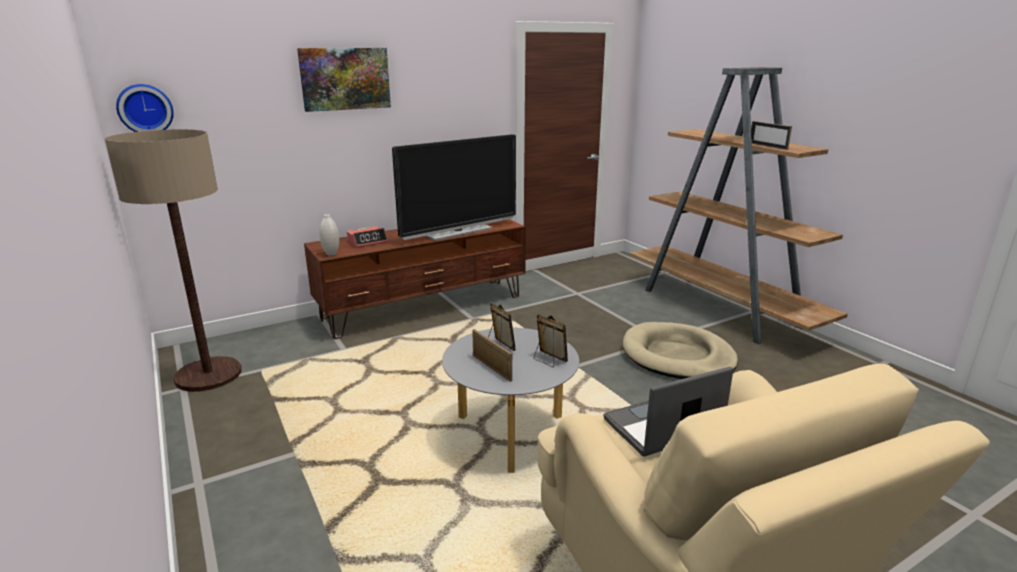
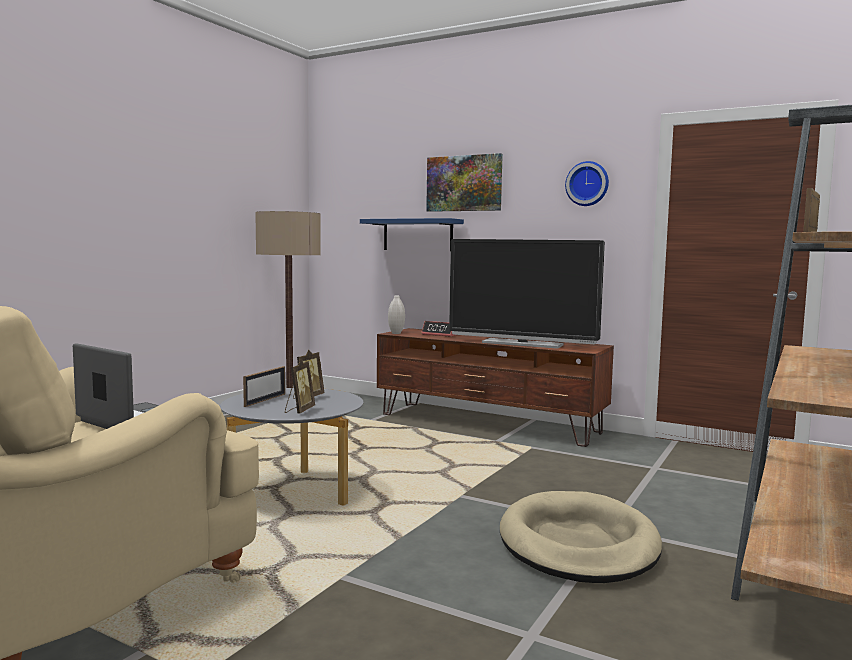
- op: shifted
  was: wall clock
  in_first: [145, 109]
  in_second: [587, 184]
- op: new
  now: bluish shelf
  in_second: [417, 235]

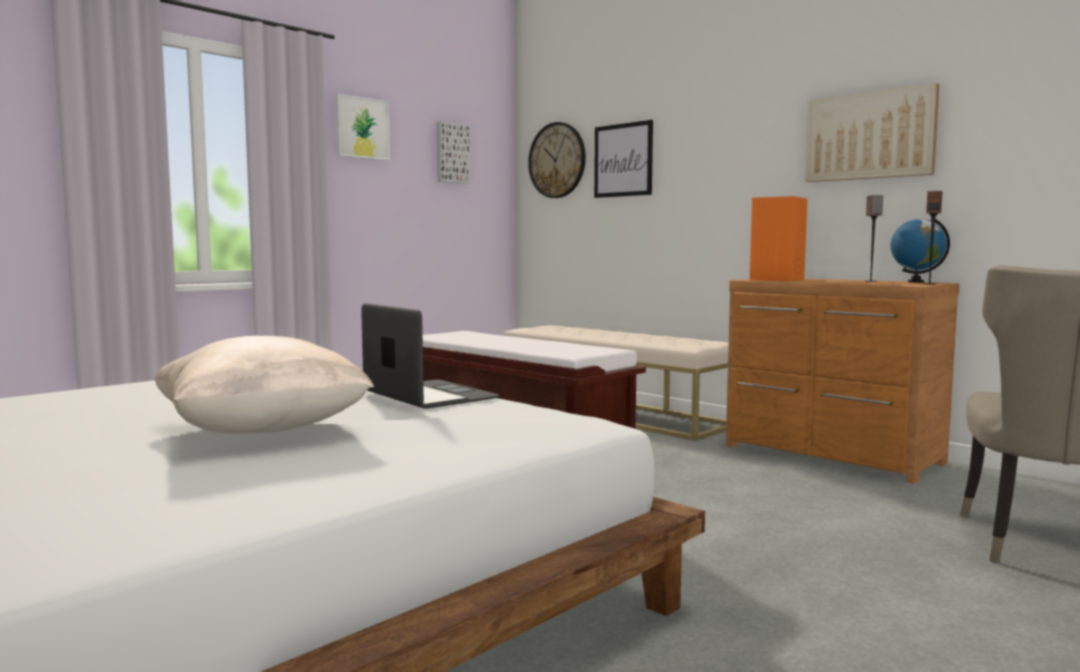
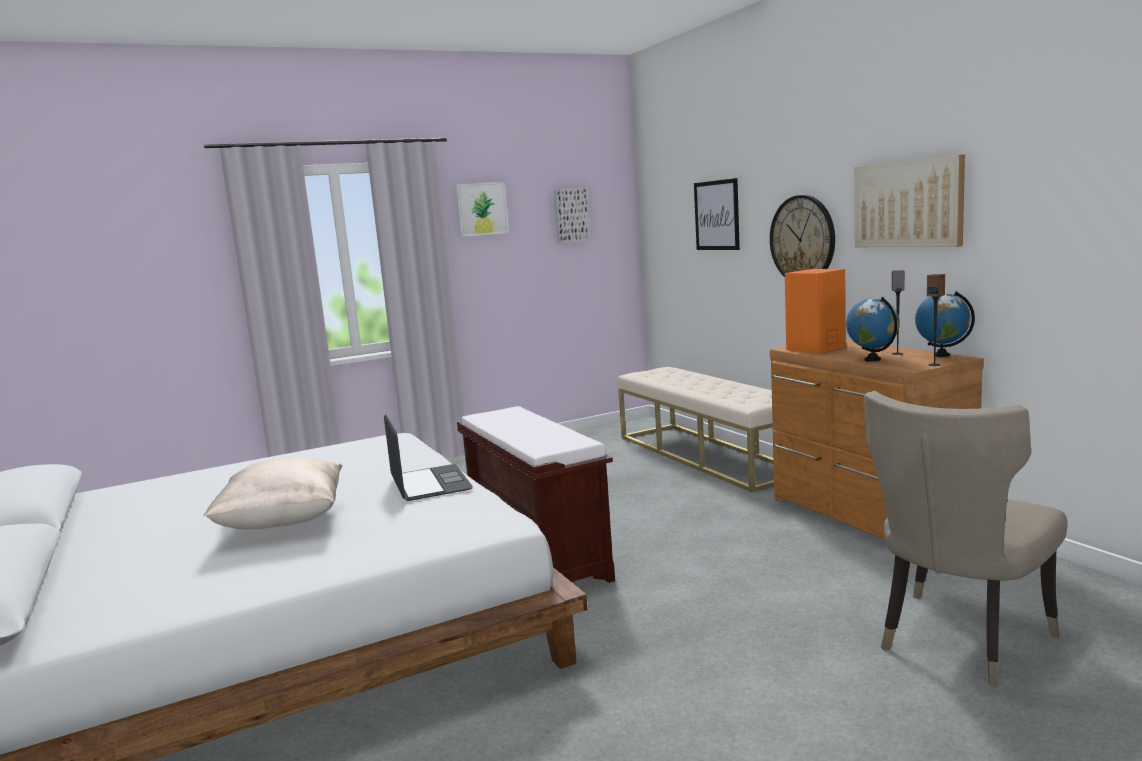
- op: shifted
  was: wall clock
  in_first: [557, 160]
  in_second: [802, 239]
- op: new
  now: desk globe
  in_second: [872, 360]

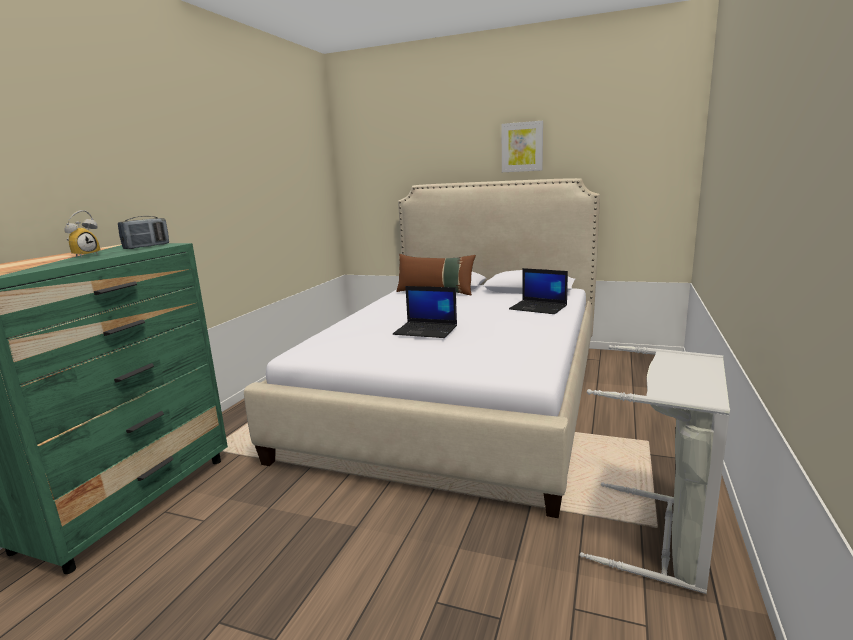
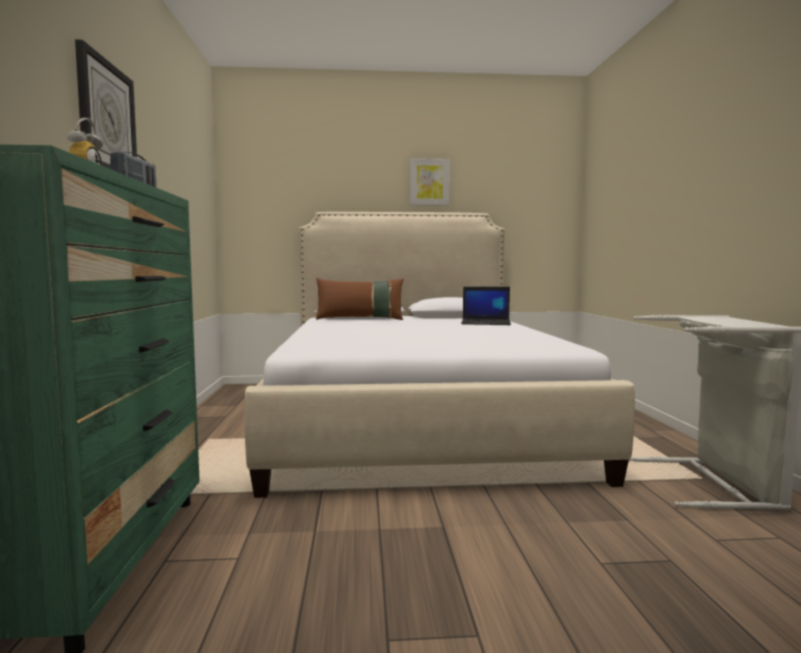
- op: gone
  was: notebook computer
  in_first: [426, 330]
- op: new
  now: wall clock
  in_second: [106, 118]

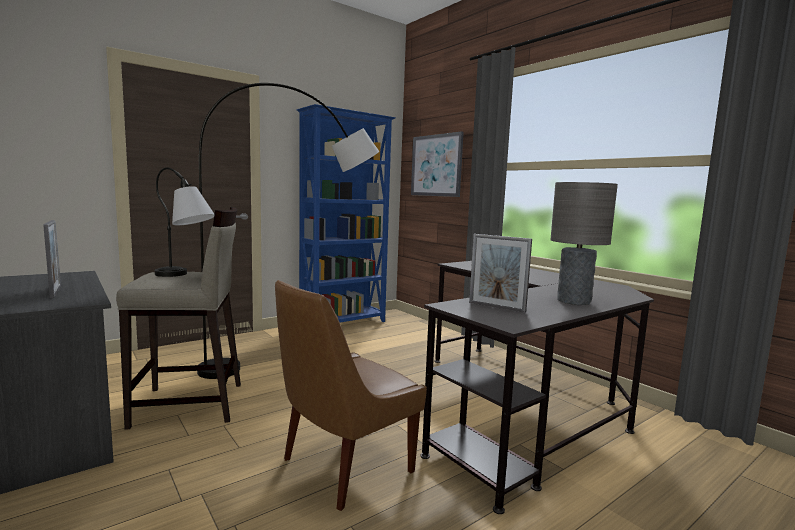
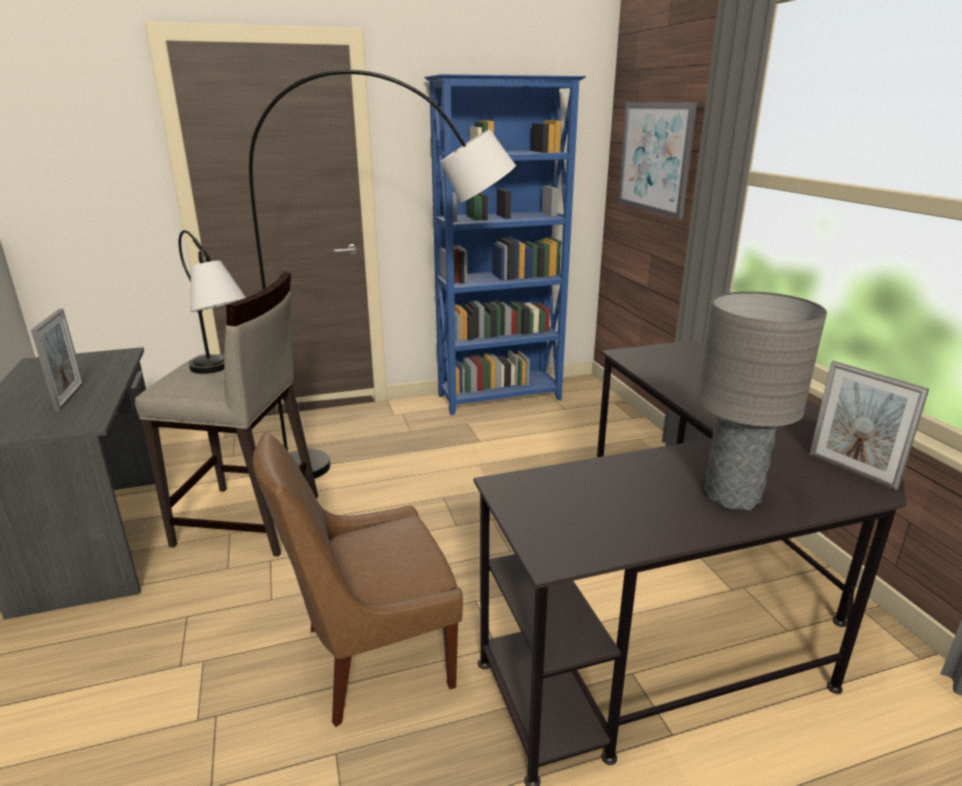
- op: shifted
  was: picture frame
  in_first: [496, 307]
  in_second: [851, 470]

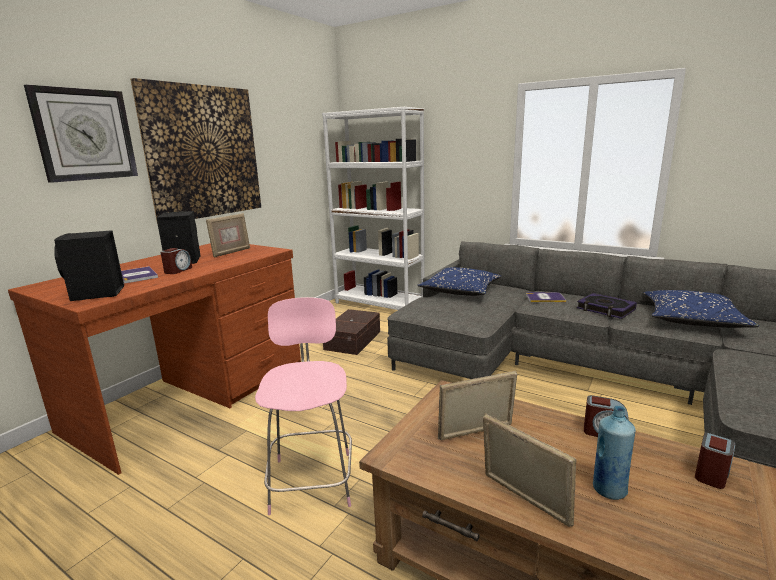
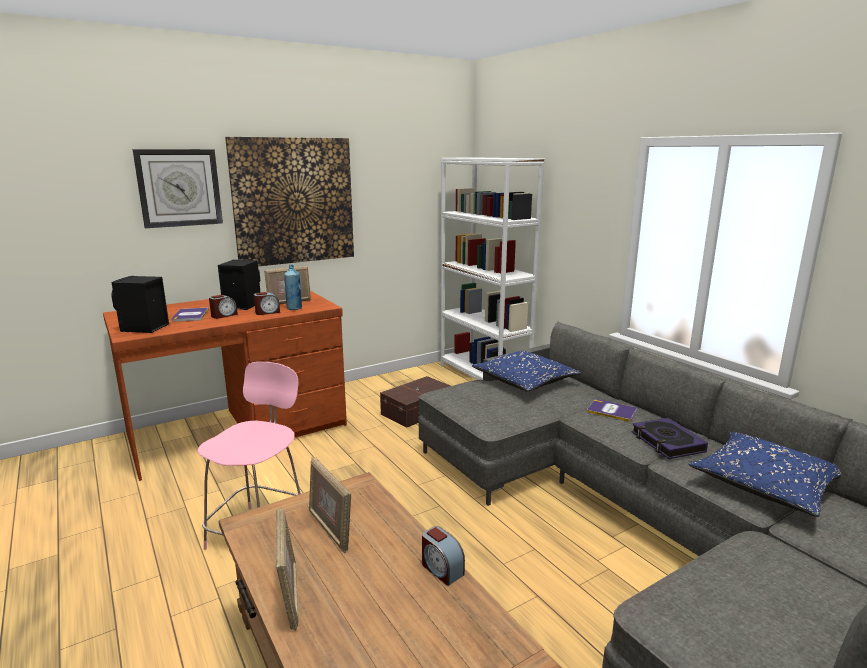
- op: rotated
  was: picture frame
  in_first: [476, 433]
  in_second: [330, 529]
  clockwise: -135
- op: shifted
  was: bluish bottle
  in_first: [608, 489]
  in_second: [294, 308]
- op: shifted
  was: table clock
  in_first: [711, 473]
  in_second: [267, 312]

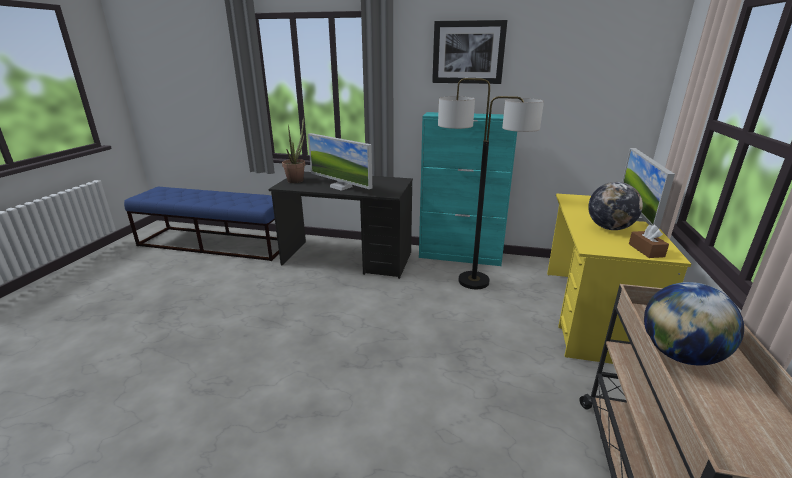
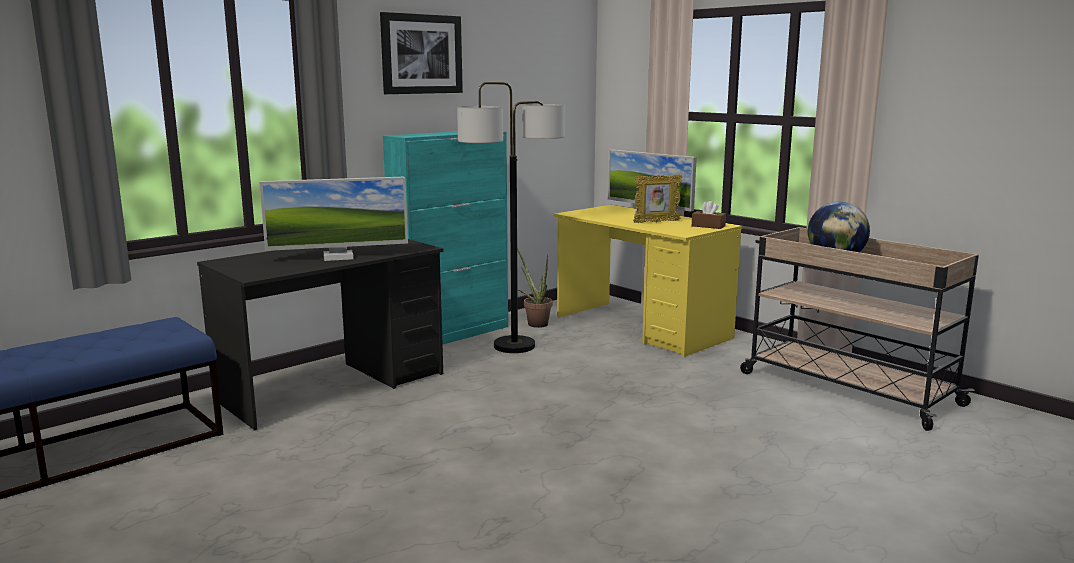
- op: shifted
  was: plant in a pot
  in_first: [297, 179]
  in_second: [535, 323]
- op: swapped
  was: desk globe
  now: picture frame
  in_first: [609, 228]
  in_second: [656, 222]

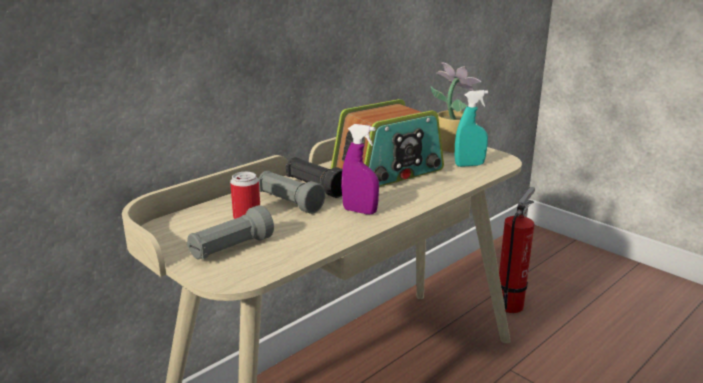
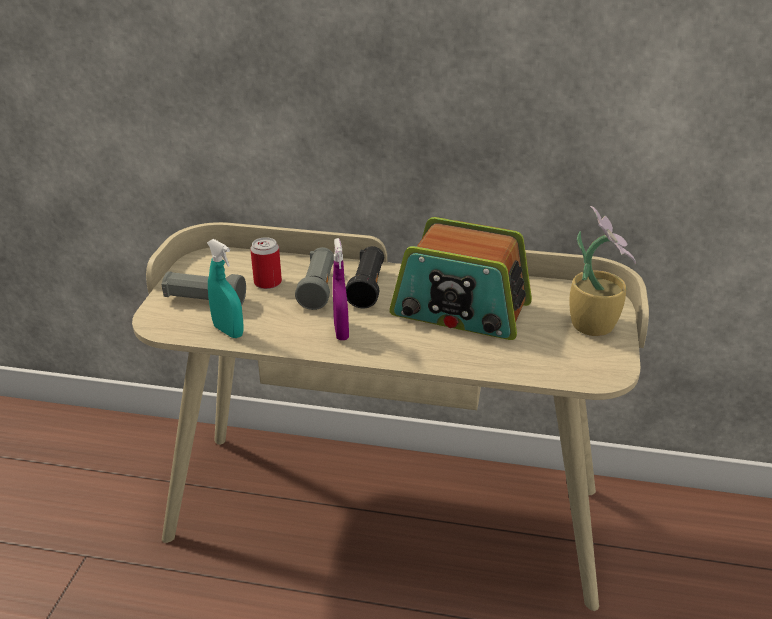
- op: shifted
  was: turquoise spray bottle
  in_first: [469, 165]
  in_second: [228, 331]
- op: gone
  was: fire extinguisher
  in_first: [511, 303]

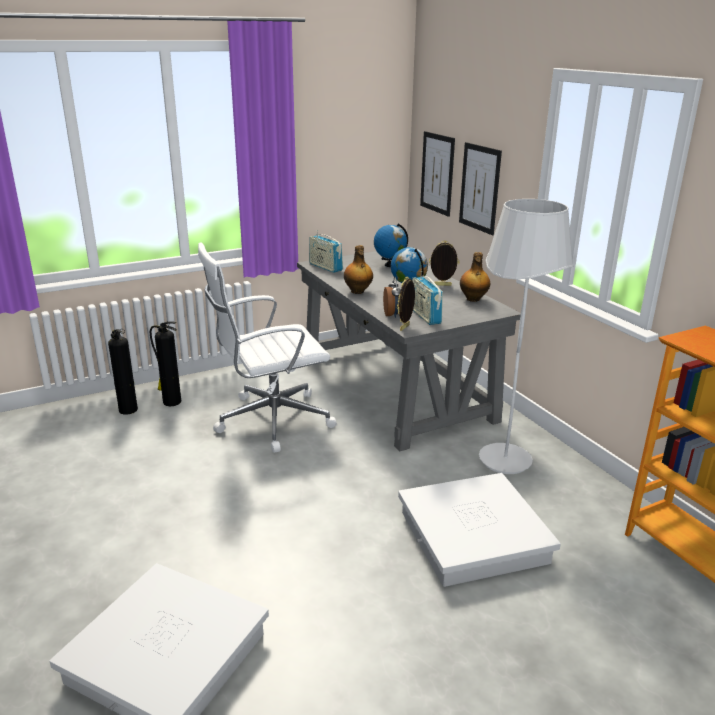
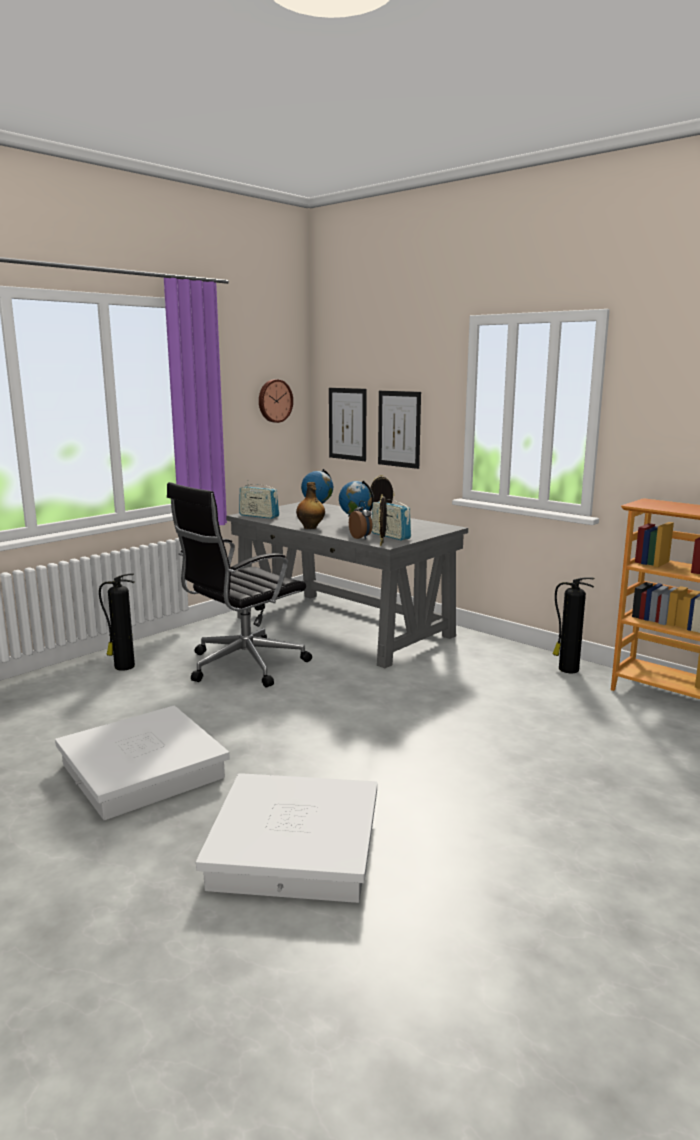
- op: gone
  was: whitish standard lamp
  in_first: [504, 461]
- op: repainted
  was: whitish computer chair
  now: black computer chair
  in_first: [270, 420]
  in_second: [242, 665]
- op: gone
  was: bottle
  in_first: [473, 299]
- op: shifted
  was: fire extinguisher
  in_first: [128, 409]
  in_second: [567, 669]
- op: shifted
  was: whitish storage box
  in_first: [473, 537]
  in_second: [143, 771]
- op: new
  now: wall clock
  in_second: [274, 401]

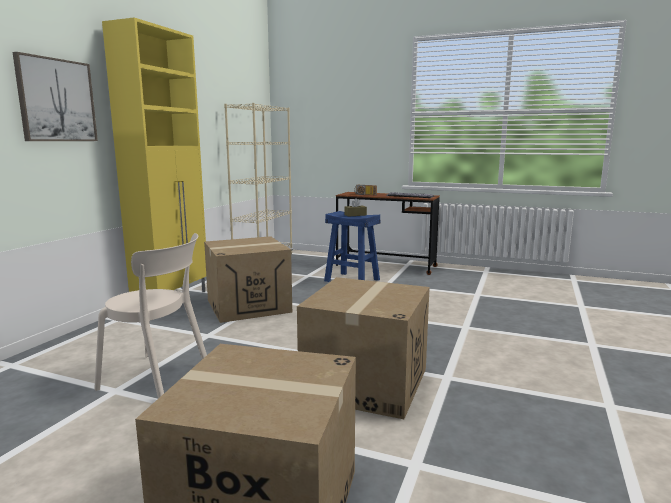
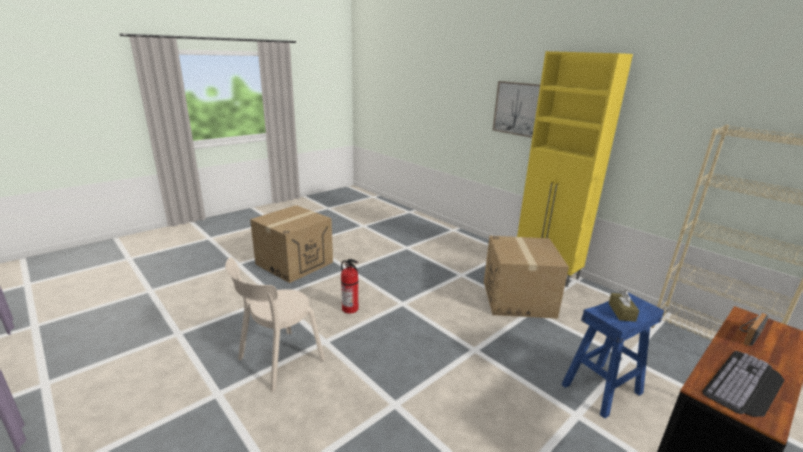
- op: shifted
  was: beige-coloured chair
  in_first: [159, 377]
  in_second: [278, 361]
- op: swapped
  was: packing box
  now: fire extinguisher
  in_first: [365, 382]
  in_second: [350, 309]

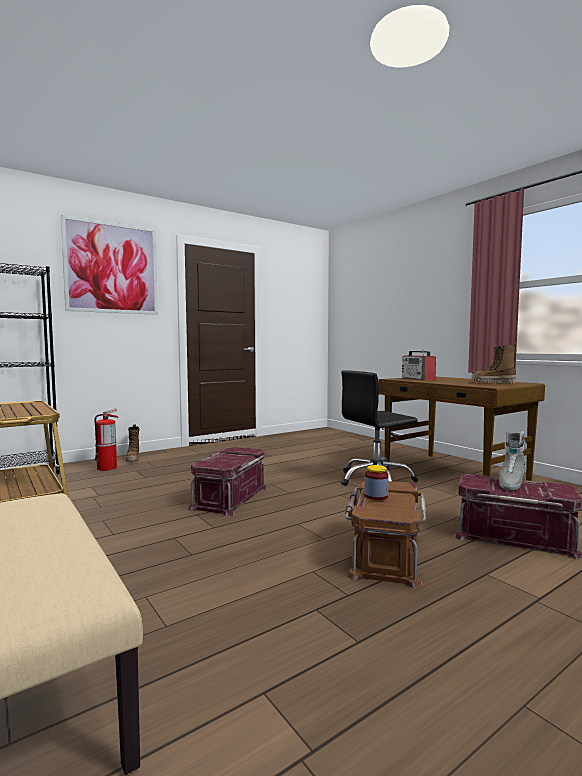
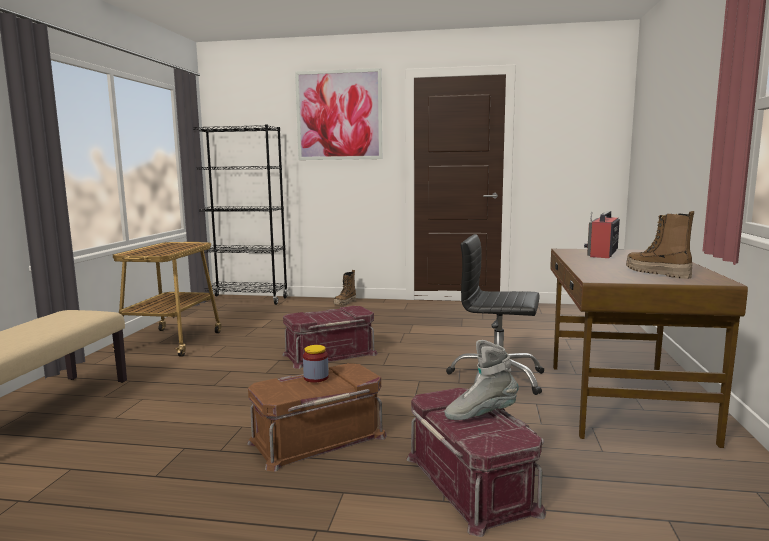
- op: gone
  was: fire extinguisher
  in_first: [107, 468]

